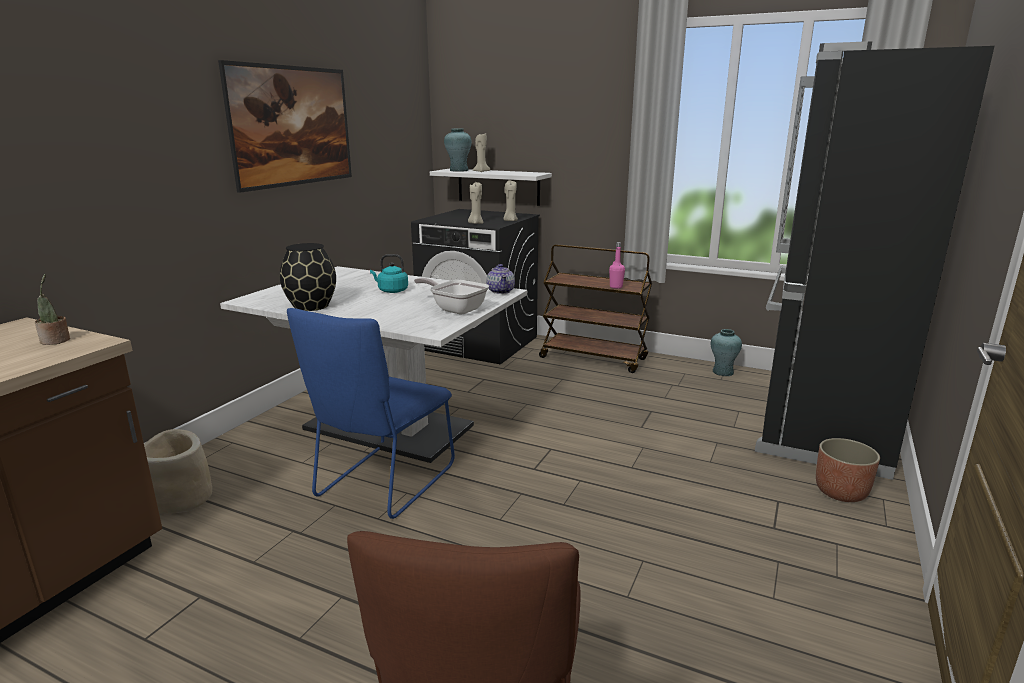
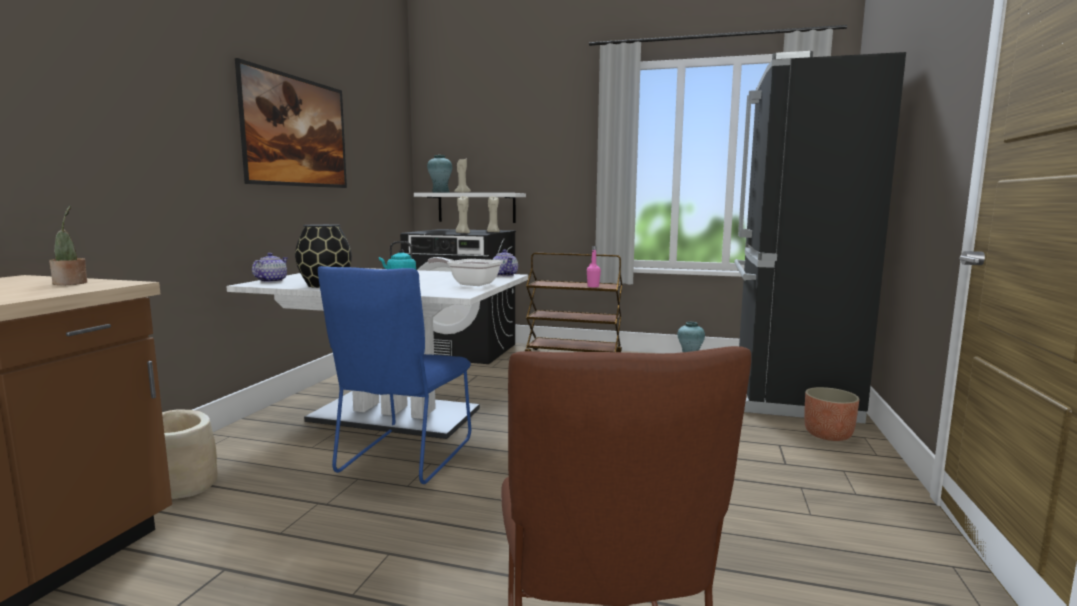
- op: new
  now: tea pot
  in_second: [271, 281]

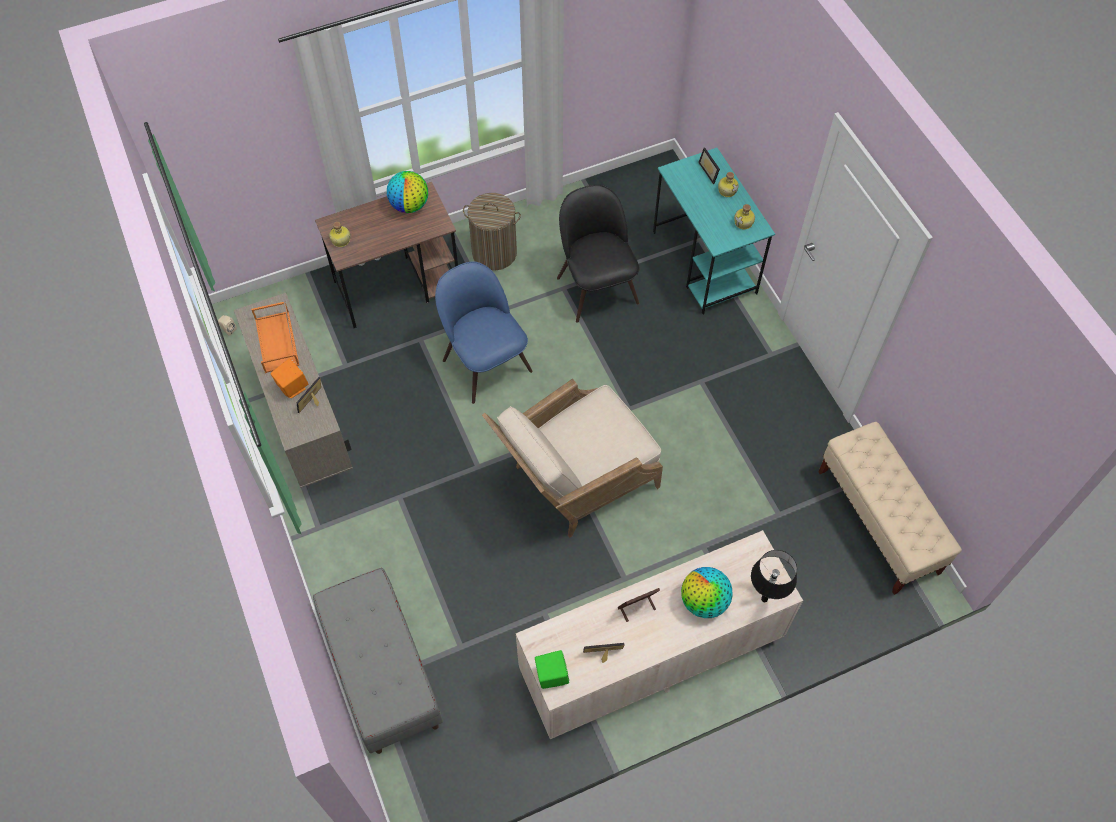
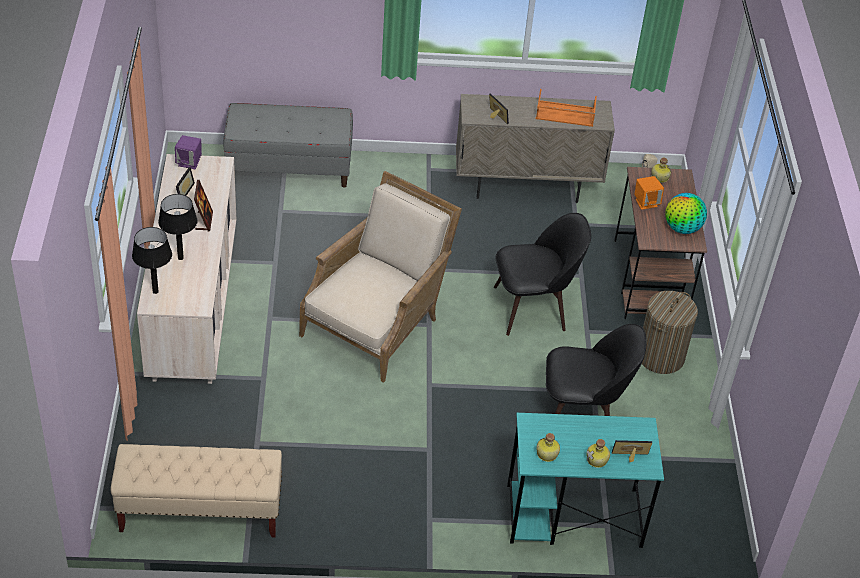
- op: repainted
  was: bluish chair
  now: black chair
  in_first: [485, 362]
  in_second: [533, 308]
- op: shifted
  was: orange audio speaker
  in_first: [292, 387]
  in_second: [646, 203]
- op: rotated
  was: beige-coloured lounge chair
  in_first: [575, 481]
  in_second: [377, 322]
  clockwise: 45
- op: swapped
  was: desk globe
  now: black tabletop lamp
  in_first: [704, 602]
  in_second: [180, 257]
- op: repainted
  was: greenish audio speaker
  now: purple audio speaker
  in_first: [551, 675]
  in_second: [189, 162]

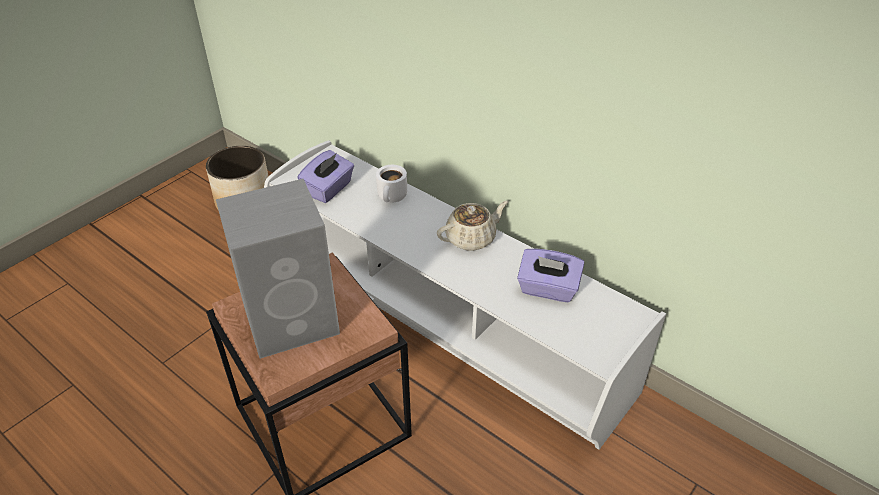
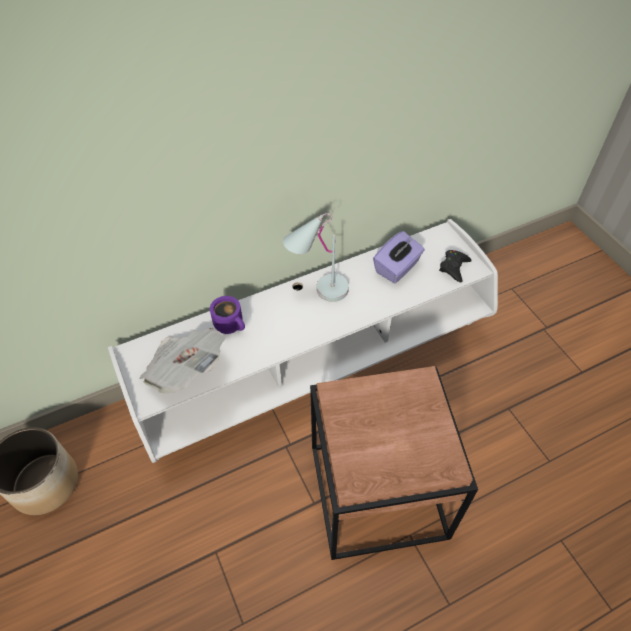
- op: swapped
  was: purple tissue box
  now: newspaper
  in_first: [329, 189]
  in_second: [186, 370]
- op: repainted
  was: whitish coffee mug
  now: purple coffee mug
  in_first: [393, 197]
  in_second: [231, 324]
- op: gone
  was: grey audio speaker
  in_first: [294, 320]
- op: swapped
  was: beige-coloured tea pot
  now: whitish tabletop lamp
  in_first: [471, 238]
  in_second: [317, 290]
- op: new
  now: black gamepad
  in_second: [454, 267]

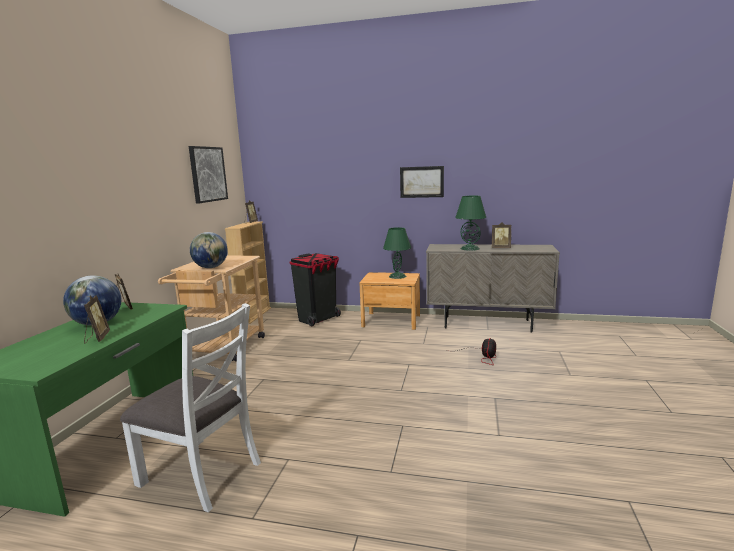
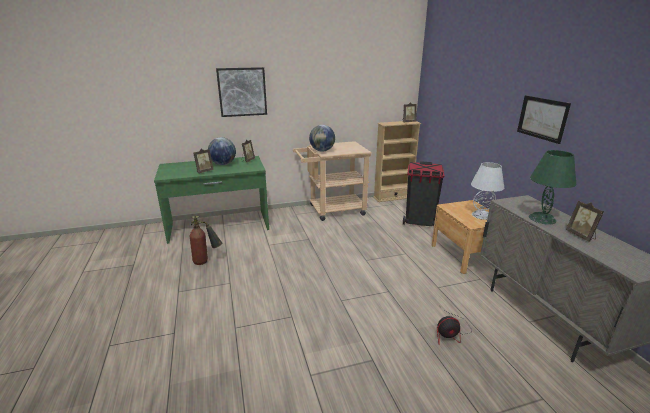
- op: shifted
  was: wall picture
  in_first: [208, 174]
  in_second: [242, 92]
- op: repainted
  was: greenish tabletop lamp
  now: whitish tabletop lamp
  in_first: [397, 276]
  in_second: [481, 215]
- op: swapped
  was: whitish chair
  now: fire extinguisher
  in_first: [202, 472]
  in_second: [207, 261]

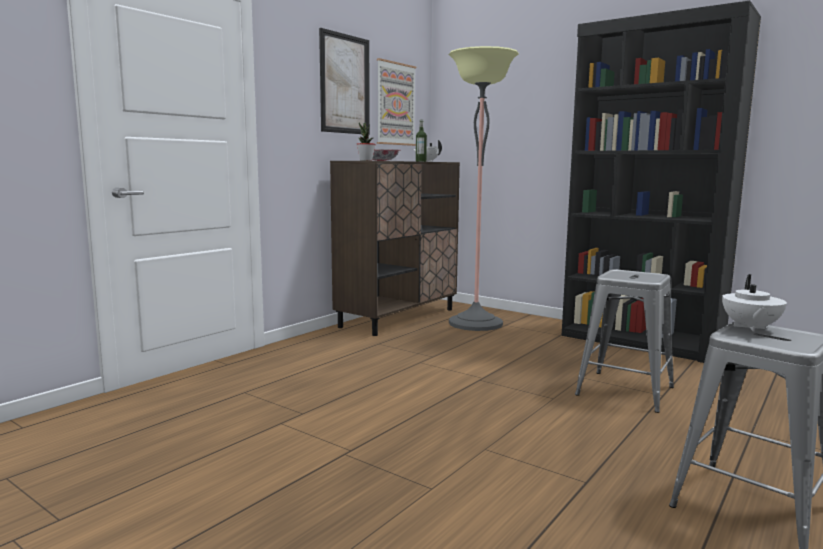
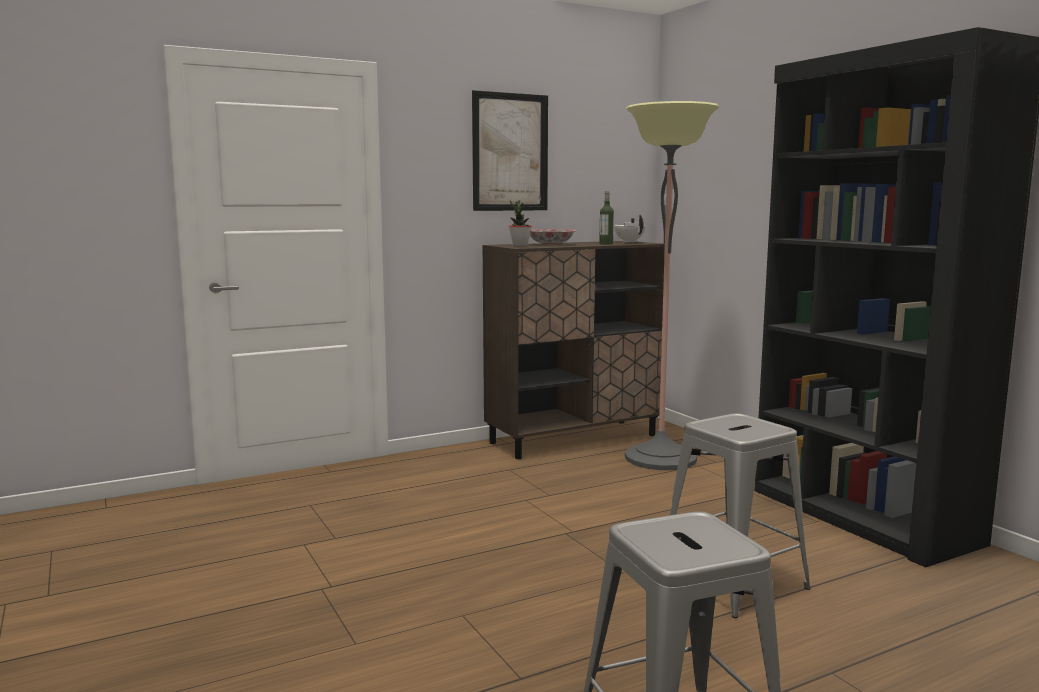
- op: gone
  was: wall picture
  in_first: [395, 104]
- op: gone
  was: whitish tea pot
  in_first: [750, 327]

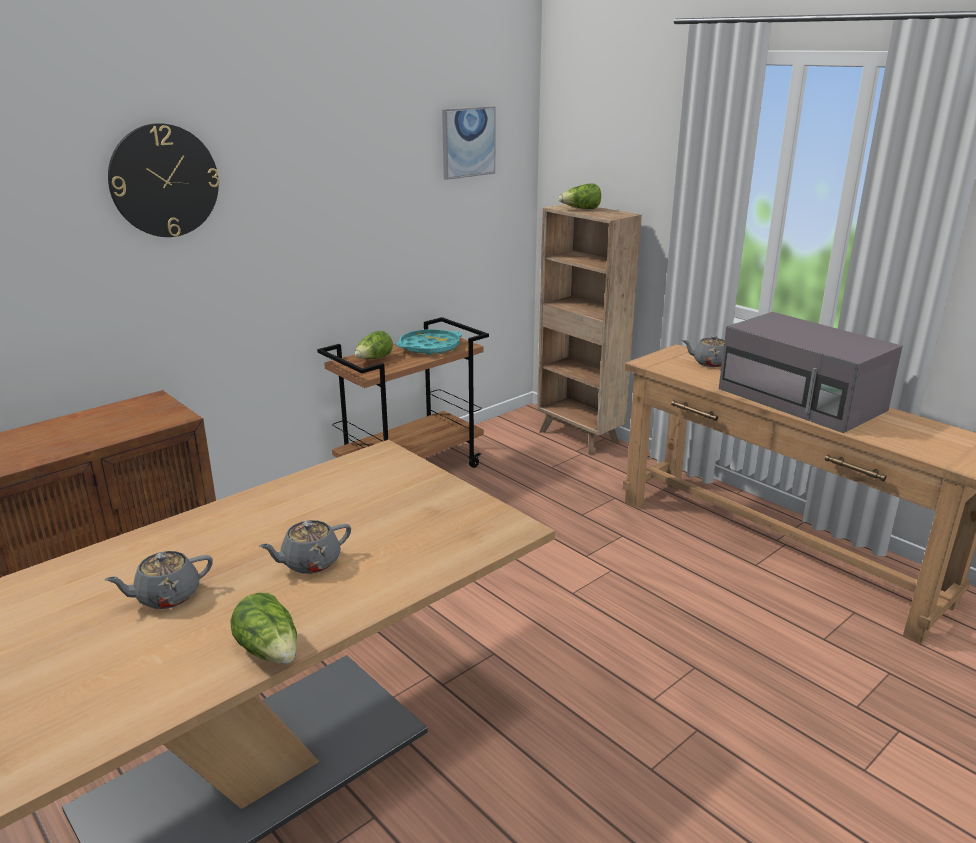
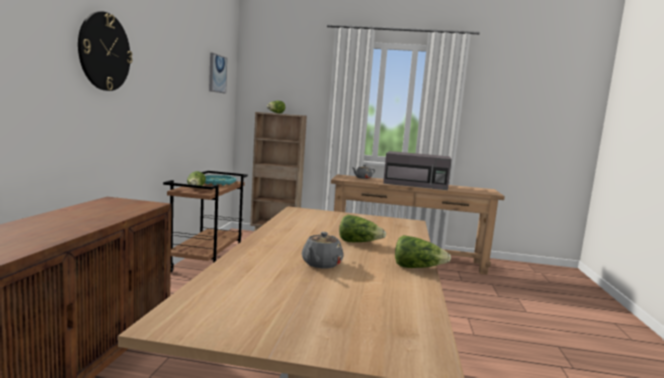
- op: swapped
  was: grey tea pot
  now: lettuce head
  in_first: [310, 562]
  in_second: [359, 242]

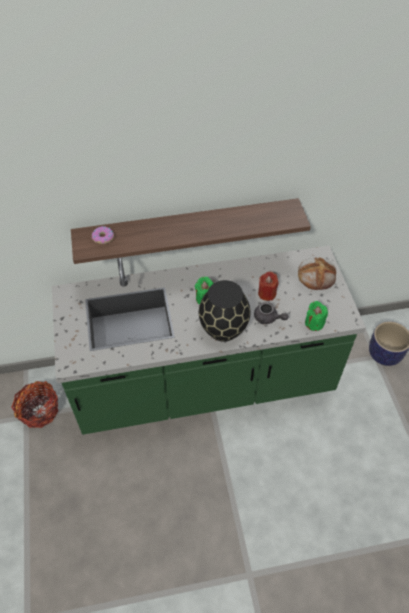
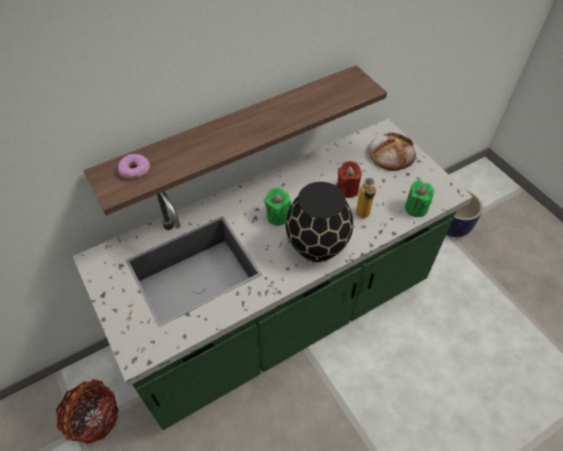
- op: swapped
  was: grey tea pot
  now: bottle
  in_first: [268, 318]
  in_second: [363, 218]

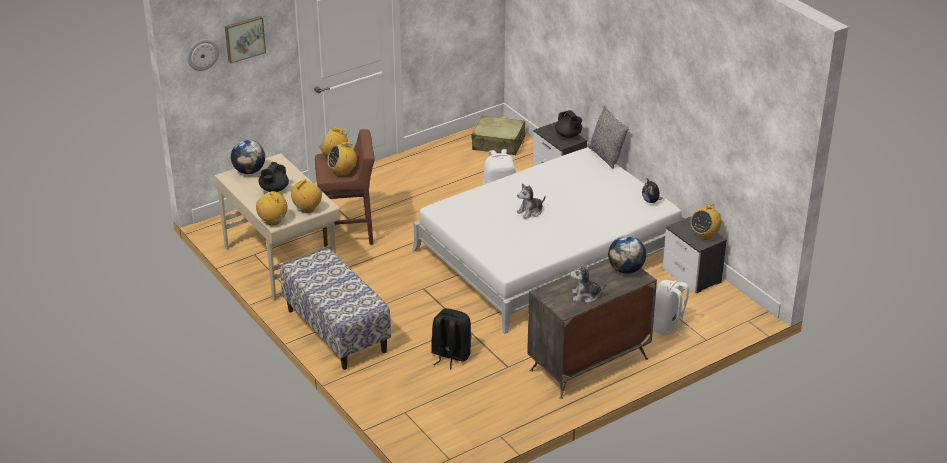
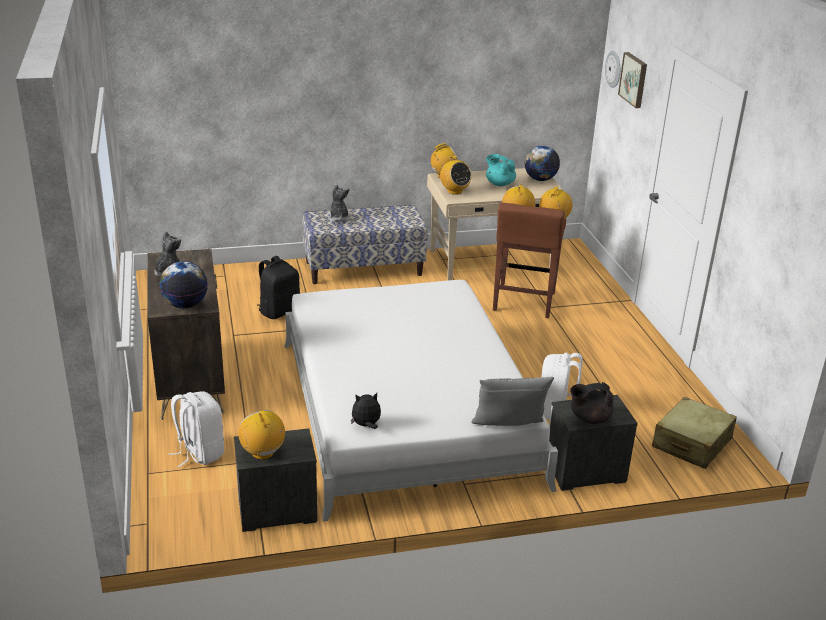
- op: repainted
  was: black tea pot
  now: turquoise tea pot
  in_first: [273, 189]
  in_second: [499, 184]
- op: shifted
  was: soft toy
  in_first: [530, 212]
  in_second: [338, 218]

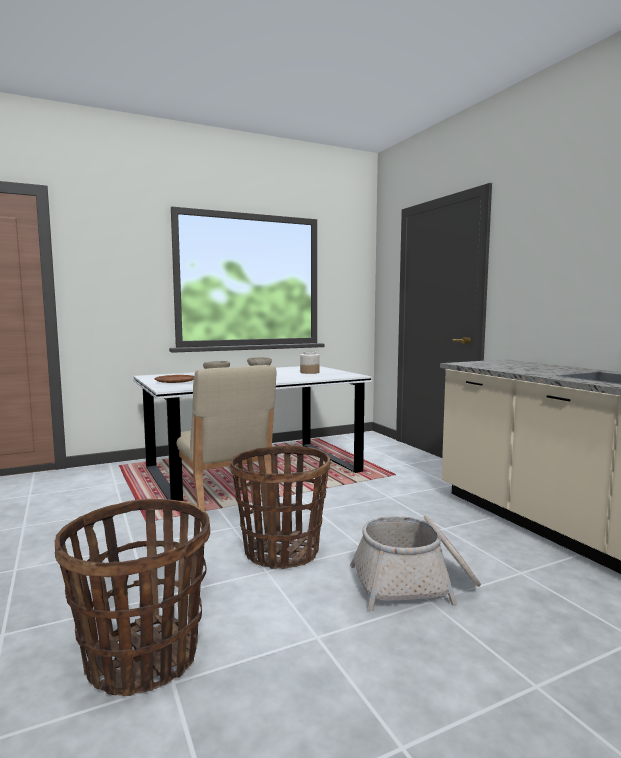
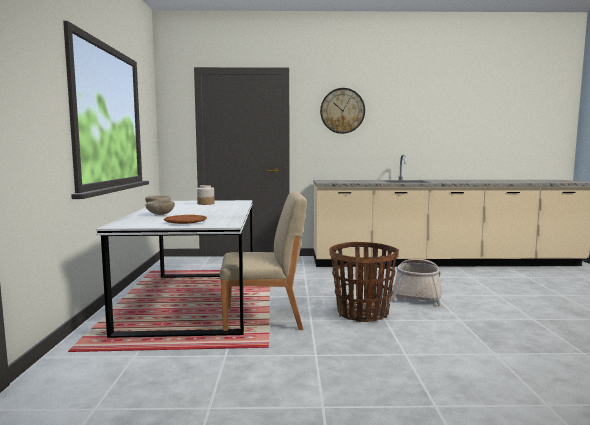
- op: gone
  was: basket
  in_first: [142, 659]
- op: new
  now: wall clock
  in_second: [342, 111]

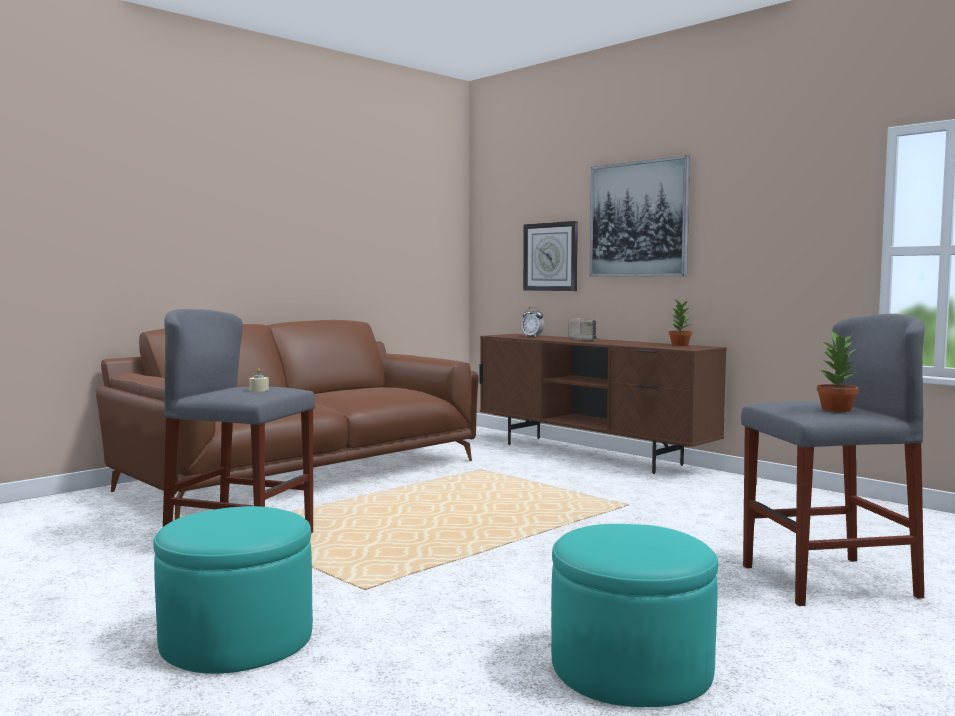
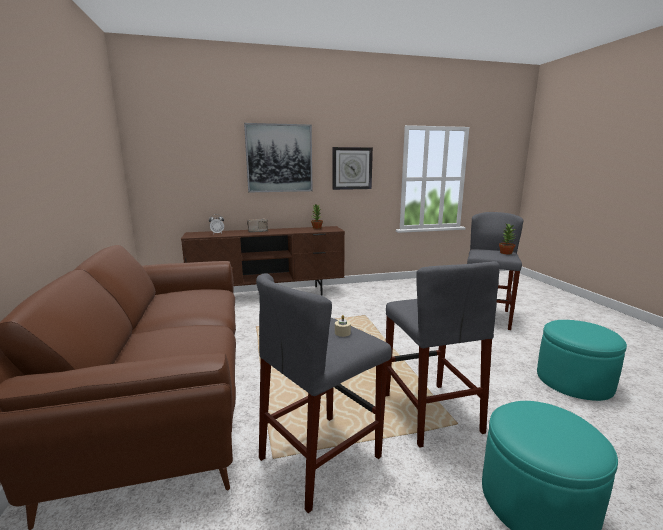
- op: shifted
  was: wall clock
  in_first: [551, 256]
  in_second: [352, 168]
- op: new
  now: grey sitting stool
  in_second: [430, 412]

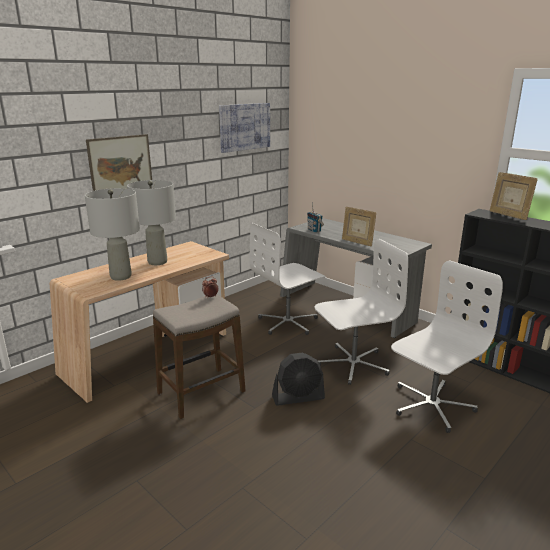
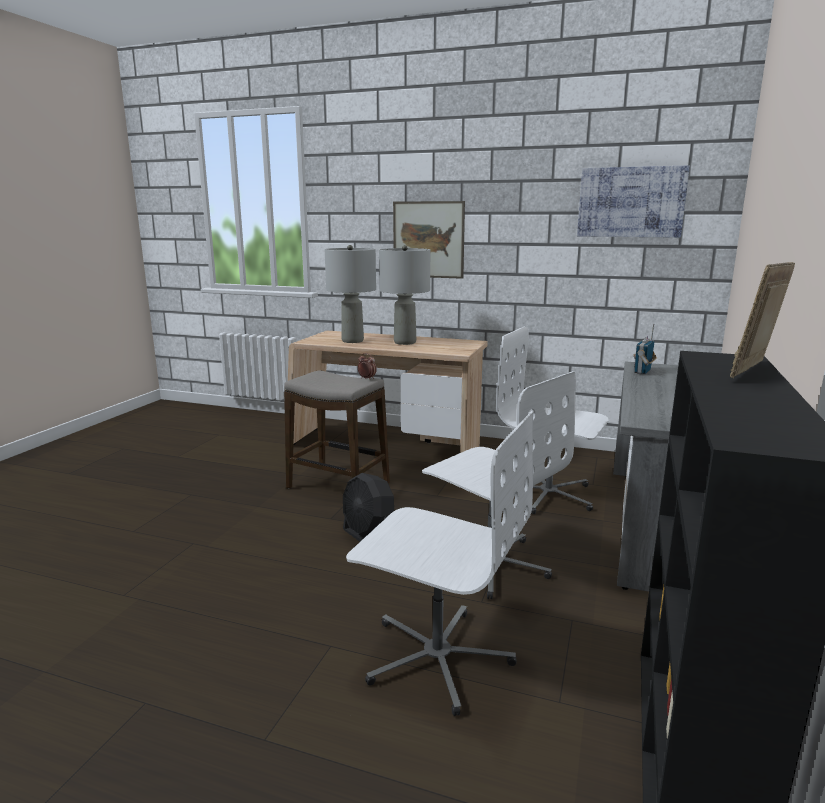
- op: gone
  was: picture frame
  in_first: [357, 242]

